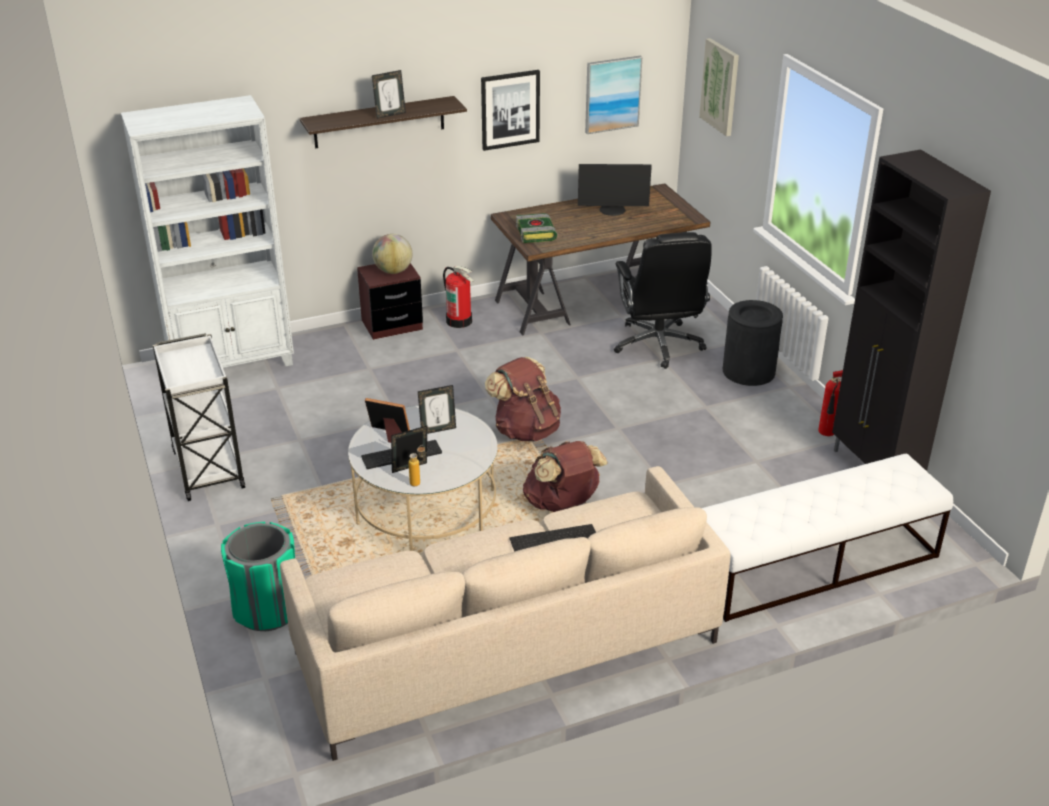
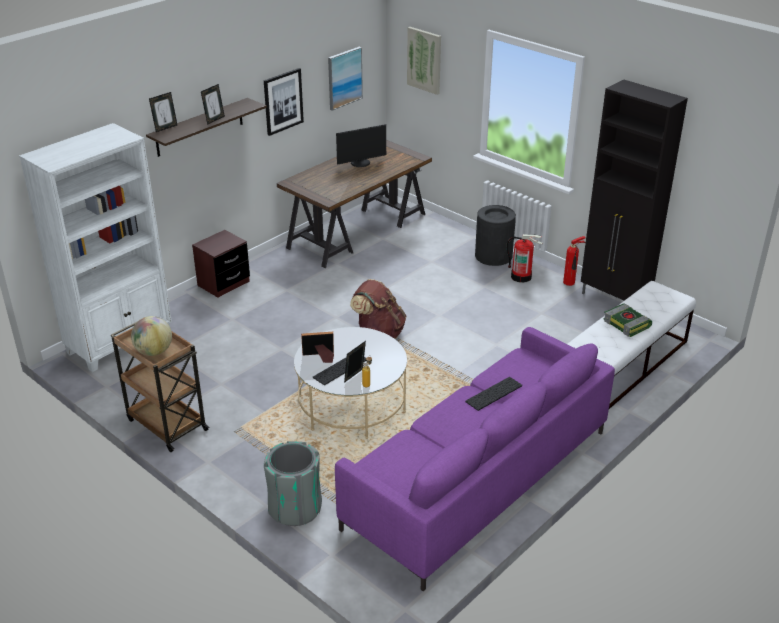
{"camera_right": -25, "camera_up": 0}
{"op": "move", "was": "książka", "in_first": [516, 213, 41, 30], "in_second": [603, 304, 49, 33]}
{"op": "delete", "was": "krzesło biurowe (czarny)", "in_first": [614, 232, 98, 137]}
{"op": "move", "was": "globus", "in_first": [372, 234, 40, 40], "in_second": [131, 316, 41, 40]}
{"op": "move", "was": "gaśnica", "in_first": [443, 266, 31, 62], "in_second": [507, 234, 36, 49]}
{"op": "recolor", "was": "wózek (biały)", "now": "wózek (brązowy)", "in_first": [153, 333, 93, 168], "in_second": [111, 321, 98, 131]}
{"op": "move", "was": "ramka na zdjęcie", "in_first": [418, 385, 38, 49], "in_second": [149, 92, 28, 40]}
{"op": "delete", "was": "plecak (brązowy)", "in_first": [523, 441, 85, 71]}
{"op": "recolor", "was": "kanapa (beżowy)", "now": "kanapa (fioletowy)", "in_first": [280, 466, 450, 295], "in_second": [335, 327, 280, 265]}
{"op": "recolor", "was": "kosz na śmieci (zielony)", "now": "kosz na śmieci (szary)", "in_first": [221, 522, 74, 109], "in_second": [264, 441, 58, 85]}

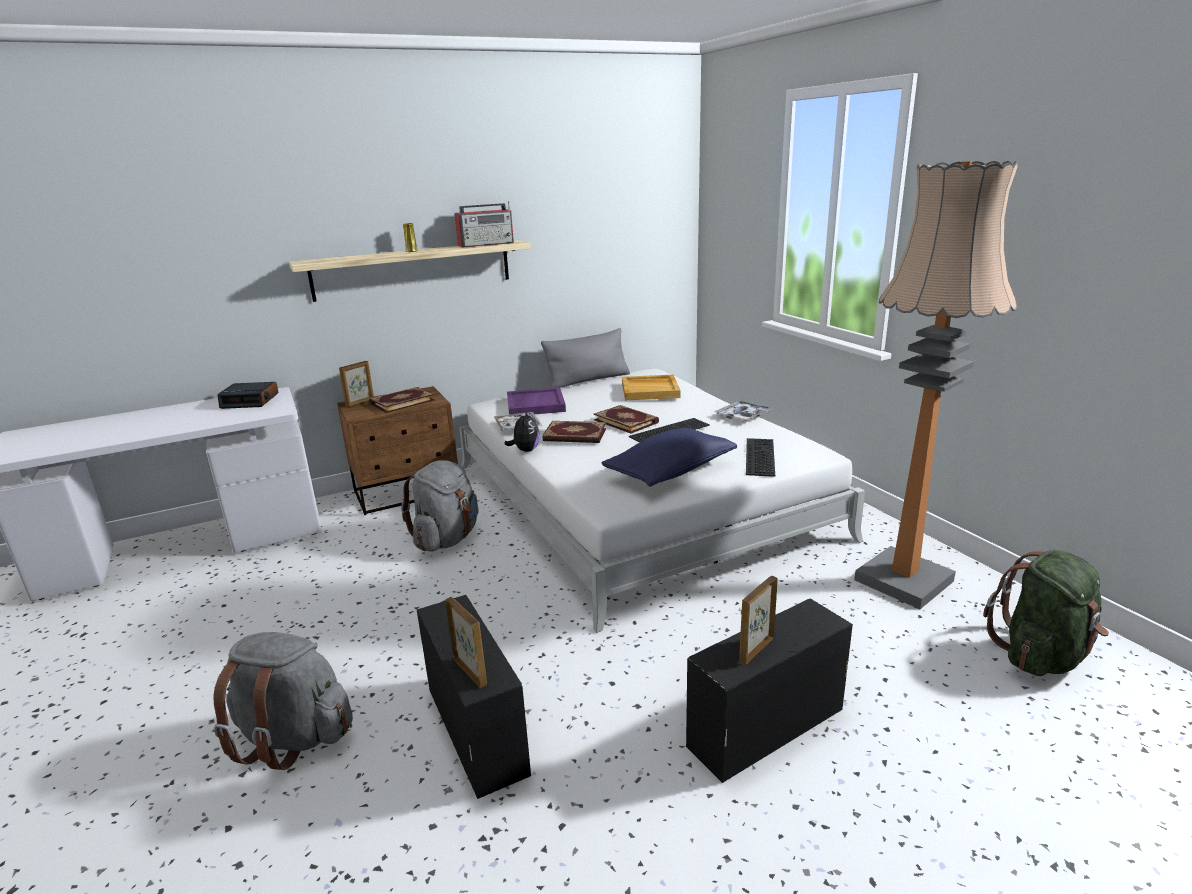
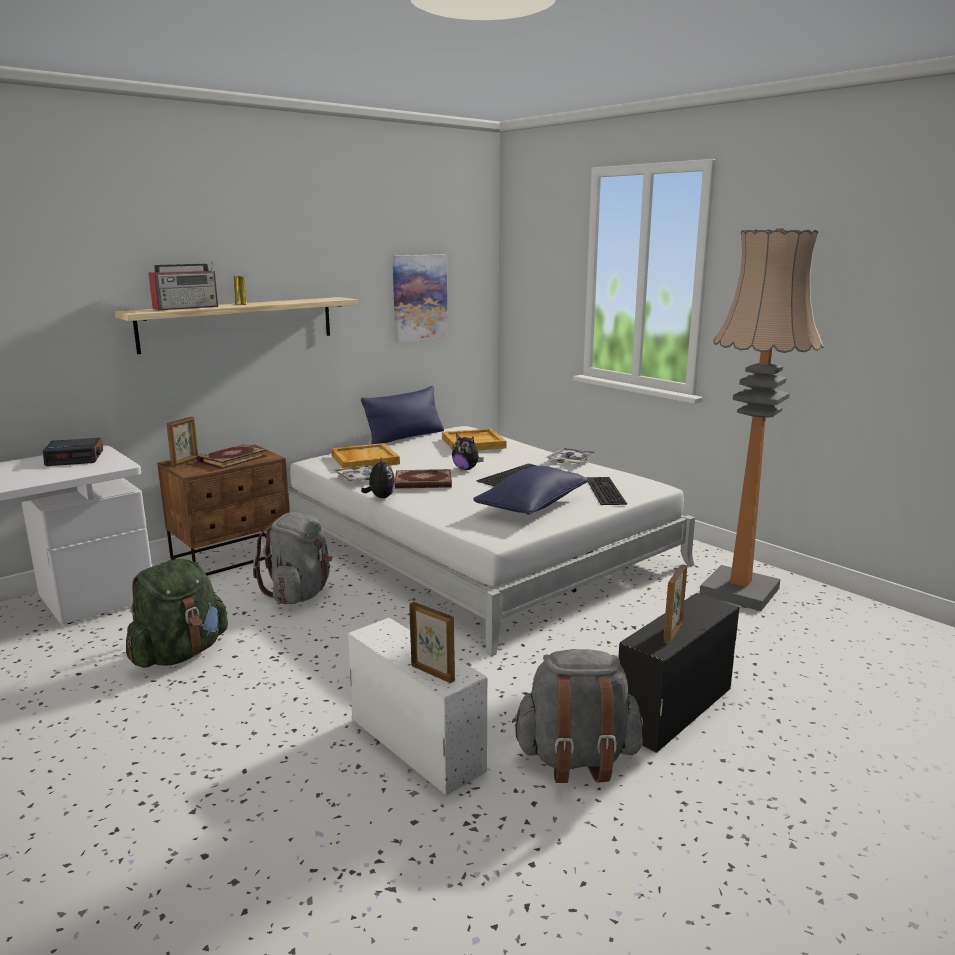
{"camera_right": -15, "camera_up": -5}
{"op": "move", "was": "radio", "in_first": [455, 201, 59, 47], "in_second": [148, 261, 70, 49]}
{"op": "recolor", "was": "poduszka (szary)", "now": "poduszka (niebieski)", "in_first": [541, 328, 89, 60], "in_second": [361, 386, 83, 58]}
{"op": "recolor", "was": "taca (fioletowy)", "now": "taca (beżowy)", "in_first": [507, 387, 59, 29], "in_second": [331, 443, 69, 27]}
{"op": "replace", "was": "książka", "now": "pluszak", "in_first": [594, 405, 65, 29], "in_second": [452, 434, 32, 36]}
{"op": "move", "was": "plecak (zielony)", "in_first": [983, 550, 126, 126], "in_second": [126, 559, 102, 109]}
{"op": "recolor", "was": "pojemnik do przechowywania (czarny)", "now": "pojemnik do przechowywania (biały)", "in_first": [417, 595, 114, 204], "in_second": [348, 618, 139, 177]}
{"op": "move", "was": "plecak (szary)", "in_first": [213, 632, 140, 138], "in_second": [512, 649, 131, 134]}
{"op": "insert", "now": "obraz", "in_second": [392, 254, 56, 89]}

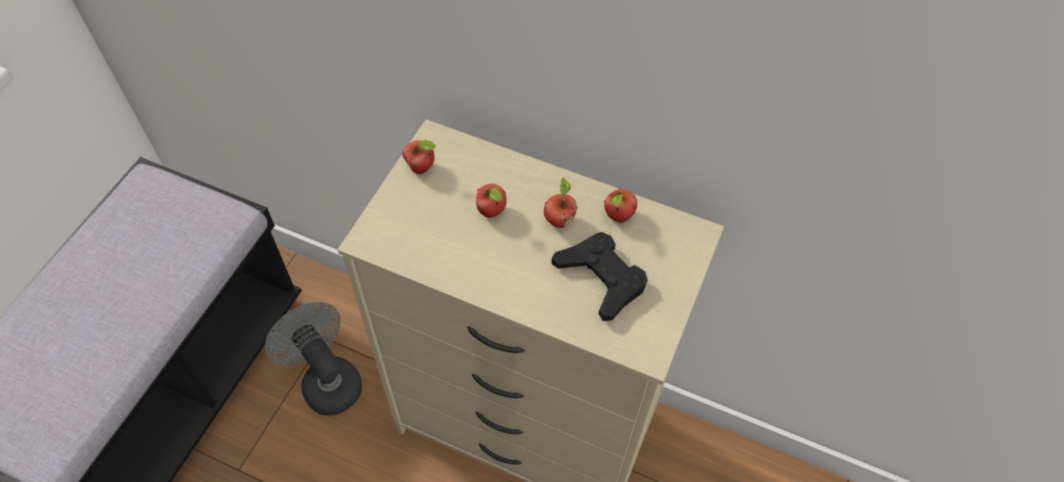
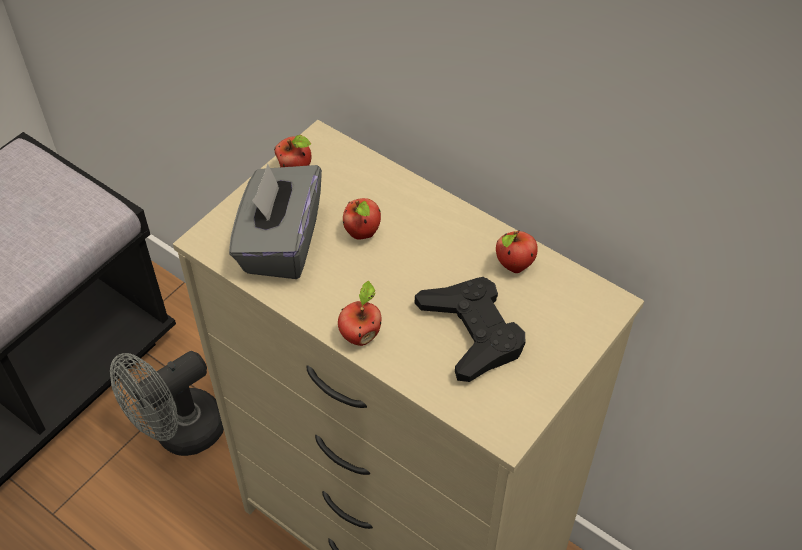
{"camera_right": 15, "camera_up": -5}
{"op": "move", "was": "jabłko", "in_first": [544, 178, 33, 50], "in_second": [338, 281, 43, 65]}
{"op": "rotate", "was": "wentylator (szary)", "in_first": [265, 302, 97, 114], "in_second": [110, 351, 114, 105], "clockwise": -105}
{"op": "insert", "now": "pudełko chusteczek (szary)", "in_second": [229, 164, 93, 115]}

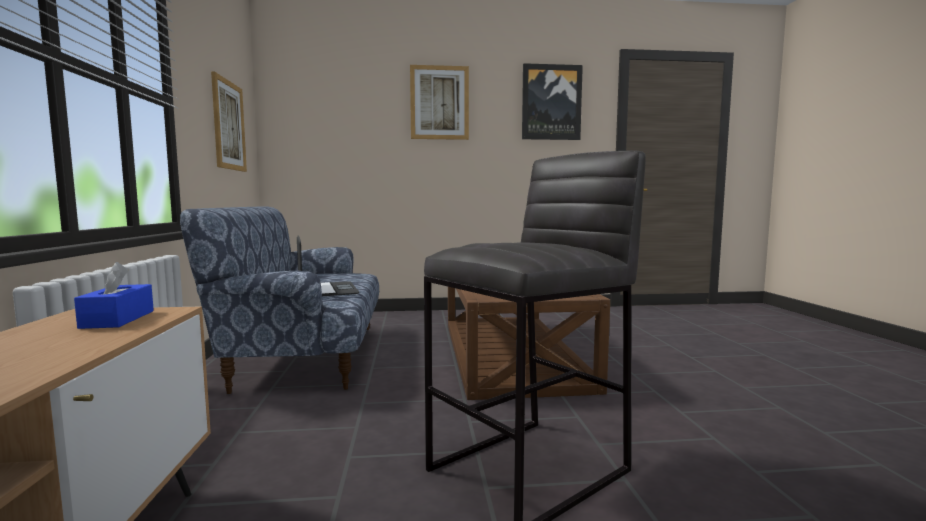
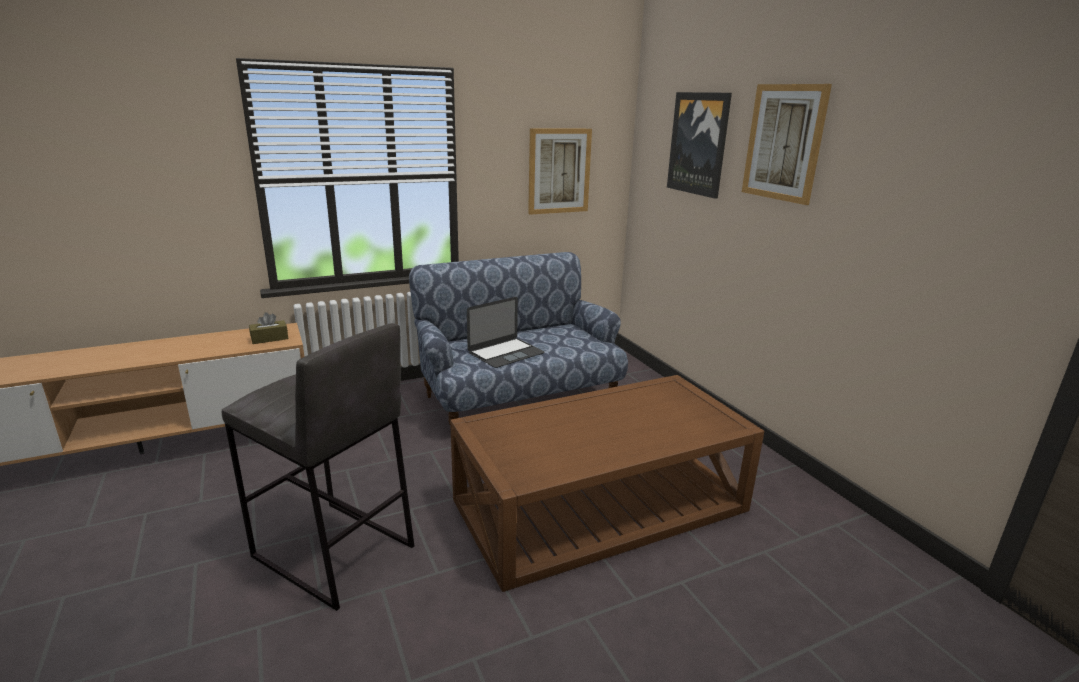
{"camera_right": 70, "camera_up": 15}
{"op": "move", "was": "obraz", "in_first": [522, 63, 61, 77], "in_second": [667, 92, 65, 107]}
{"op": "recolor", "was": "pudełko chusteczek (niebieski)", "now": "pudełko chusteczek (brązowy)", "in_first": [74, 262, 80, 67], "in_second": [249, 312, 39, 32]}

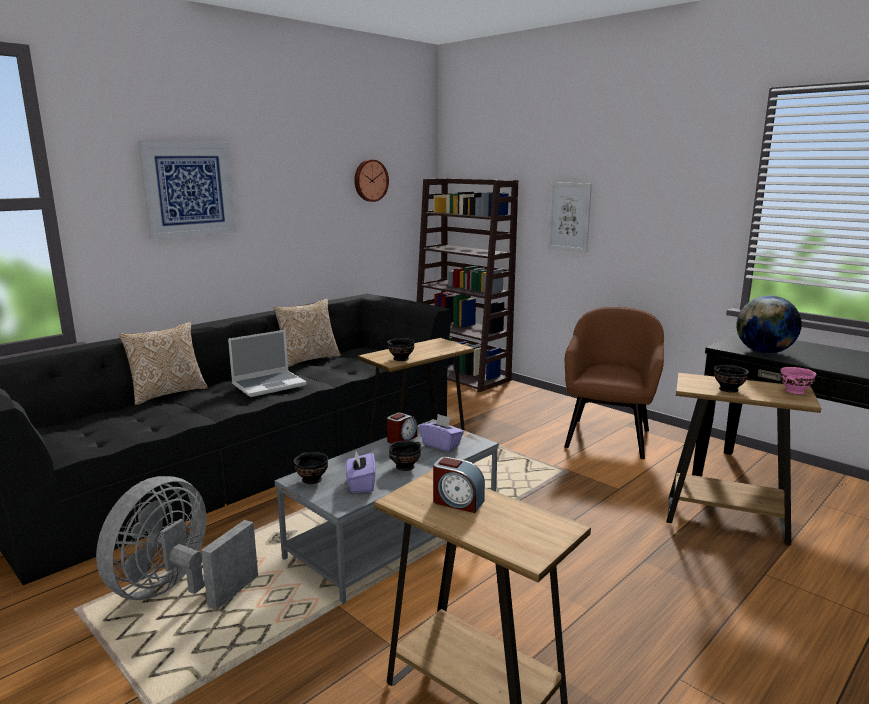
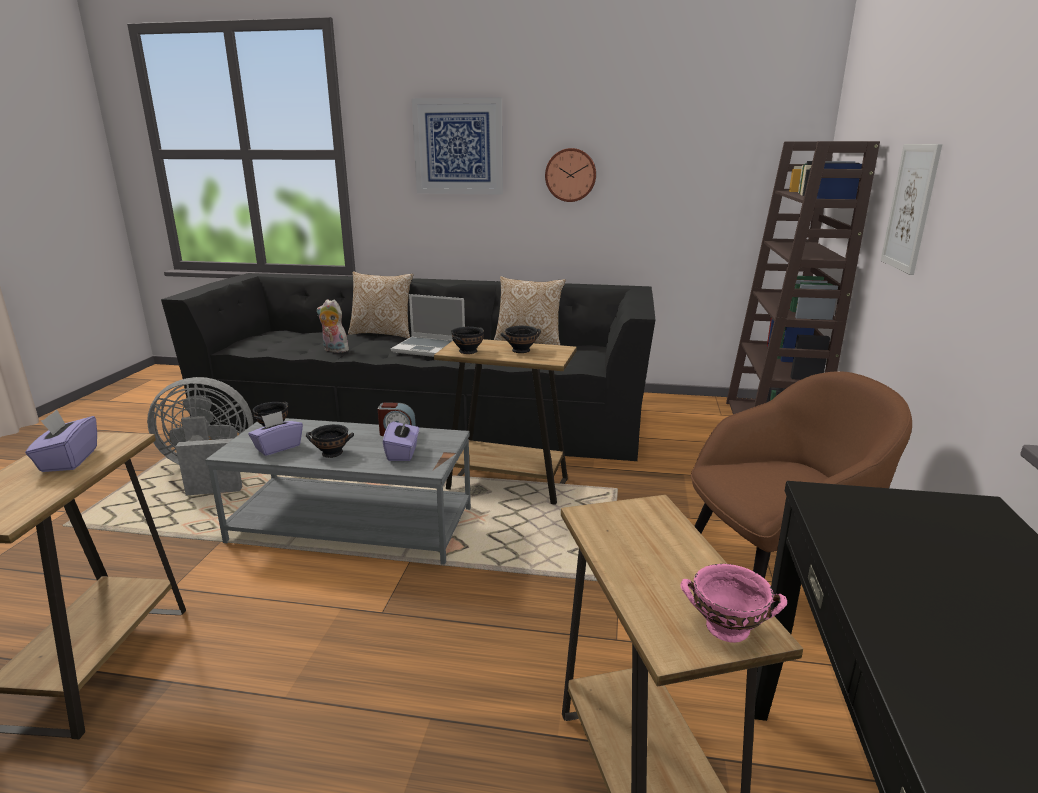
{"camera_right": 55, "camera_up": 5}
{"op": "move", "was": "zegar ścienny", "in_first": [354, 159, 35, 43], "in_second": [545, 148, 51, 54]}
{"op": "delete", "was": "globus", "in_first": [737, 295, 65, 59]}
{"op": "move", "was": "miska (czarny)", "in_first": [714, 365, 35, 28], "in_second": [501, 326, 40, 27]}
{"op": "replace", "was": "budzik", "now": "pudełko chusteczek (fioletowy)", "in_first": [433, 457, 52, 56], "in_second": [25, 410, 72, 62]}
{"op": "insert", "now": "pluszak", "in_second": [317, 299, 32, 54]}

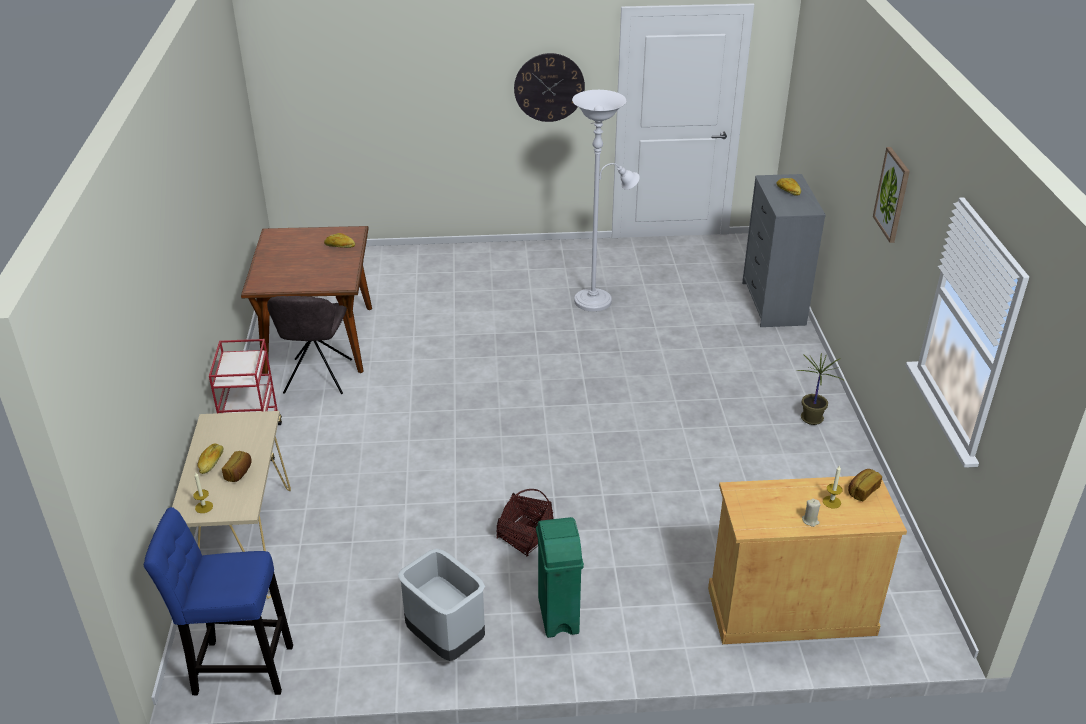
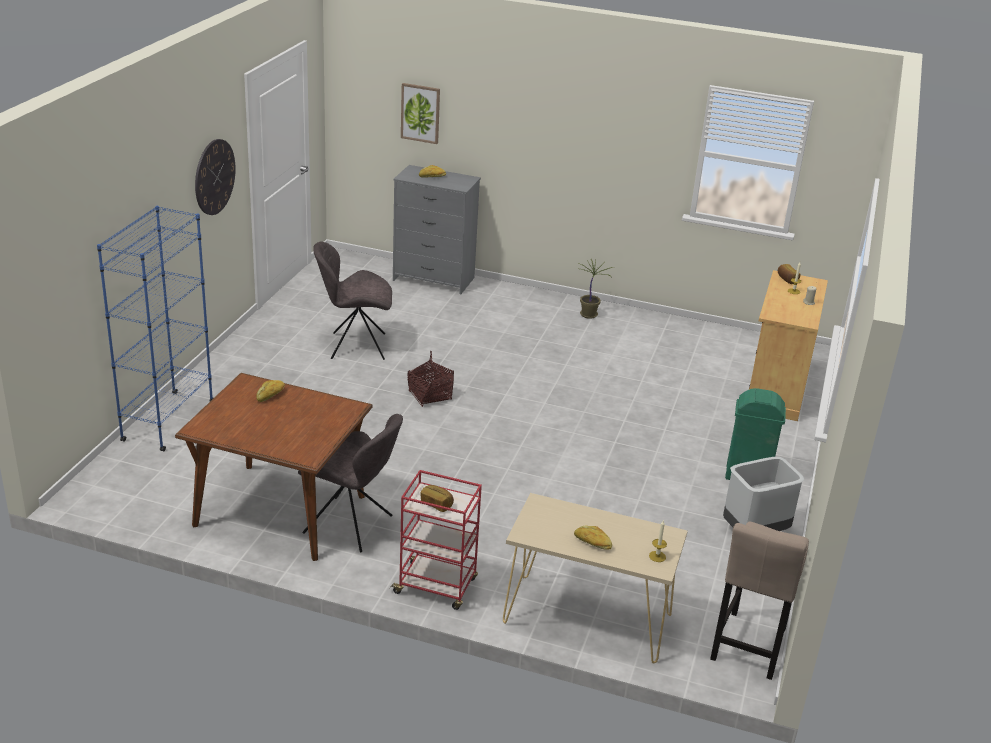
{"camera_right": -70, "camera_up": -5}
{"op": "replace", "was": "lampa stojąca (biały)", "now": "krzesło (szary)", "in_first": [572, 90, 68, 222], "in_second": [313, 241, 79, 119]}
{"op": "move", "was": "obraz", "in_first": [873, 147, 37, 96], "in_second": [401, 83, 39, 61]}
{"op": "move", "was": "chleb", "in_first": [222, 451, 30, 31], "in_second": [420, 485, 34, 27]}
{"op": "move", "was": "koszyk", "in_first": [496, 489, 58, 68], "in_second": [407, 351, 47, 56]}
{"op": "recolor", "was": "stołek (niebieski)", "now": "stołek (beżowy)", "in_first": [144, 507, 149, 188], "in_second": [710, 521, 99, 159]}
{"op": "insert", "now": "regał (niebieski)", "in_second": [97, 206, 116, 245]}

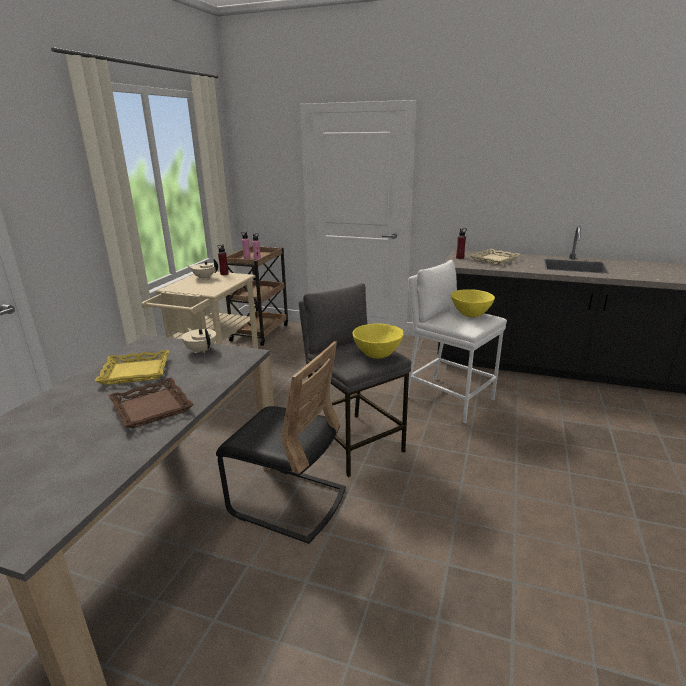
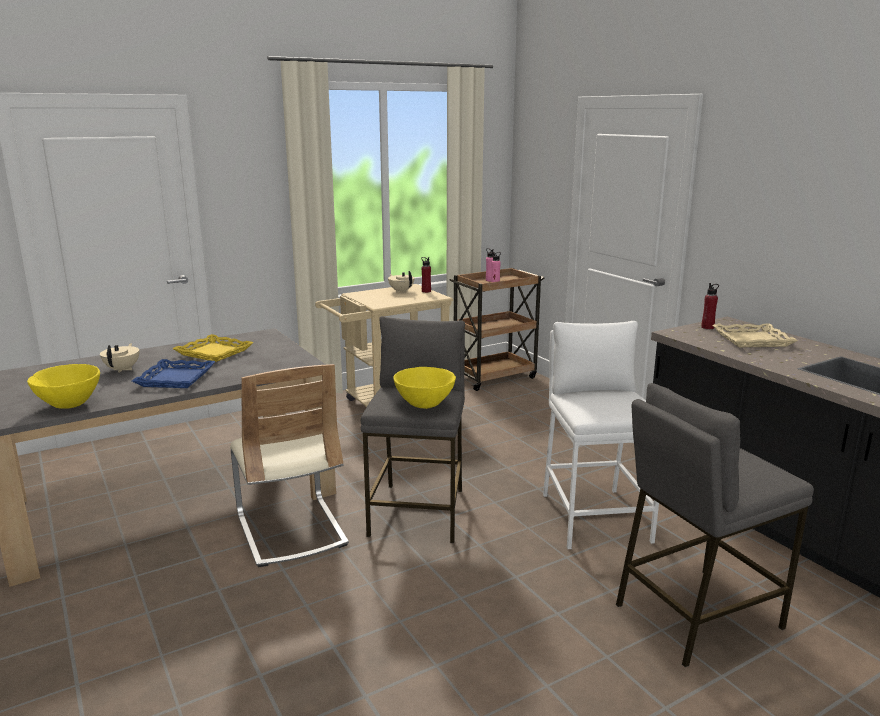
{"camera_right": 40, "camera_up": -5}
{"op": "move", "was": "miska (żółty)", "in_first": [451, 289, 44, 28], "in_second": [27, 364, 73, 45]}
{"op": "move", "was": "imbryk (beżowy)", "in_first": [182, 328, 34, 26], "in_second": [100, 343, 39, 30]}
{"op": "recolor", "was": "krzesło (czarny)", "now": "krzesło (beżowy)", "in_first": [216, 341, 130, 203], "in_second": [230, 364, 119, 203]}
{"op": "recolor", "was": "taca (brązowy)", "now": "taca (niebieski)", "in_first": [108, 378, 86, 50], "in_second": [132, 359, 83, 29]}
{"op": "insert", "now": "stołek (szary)", "in_second": [616, 383, 198, 284]}

